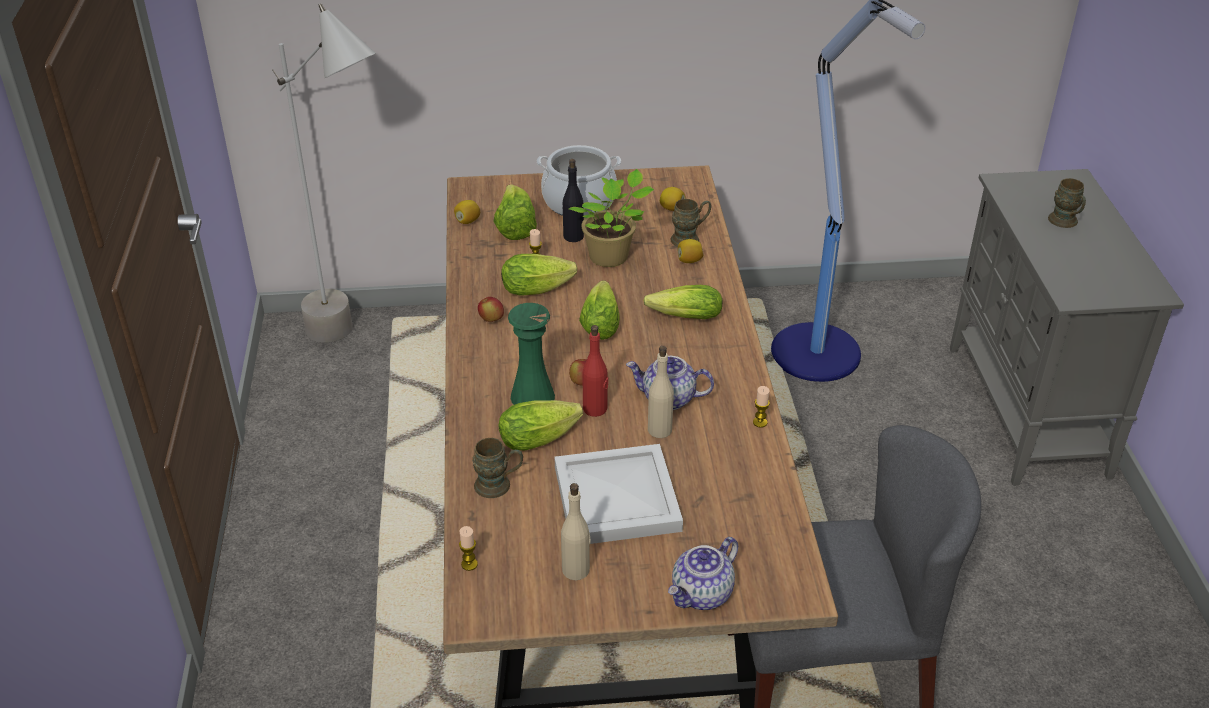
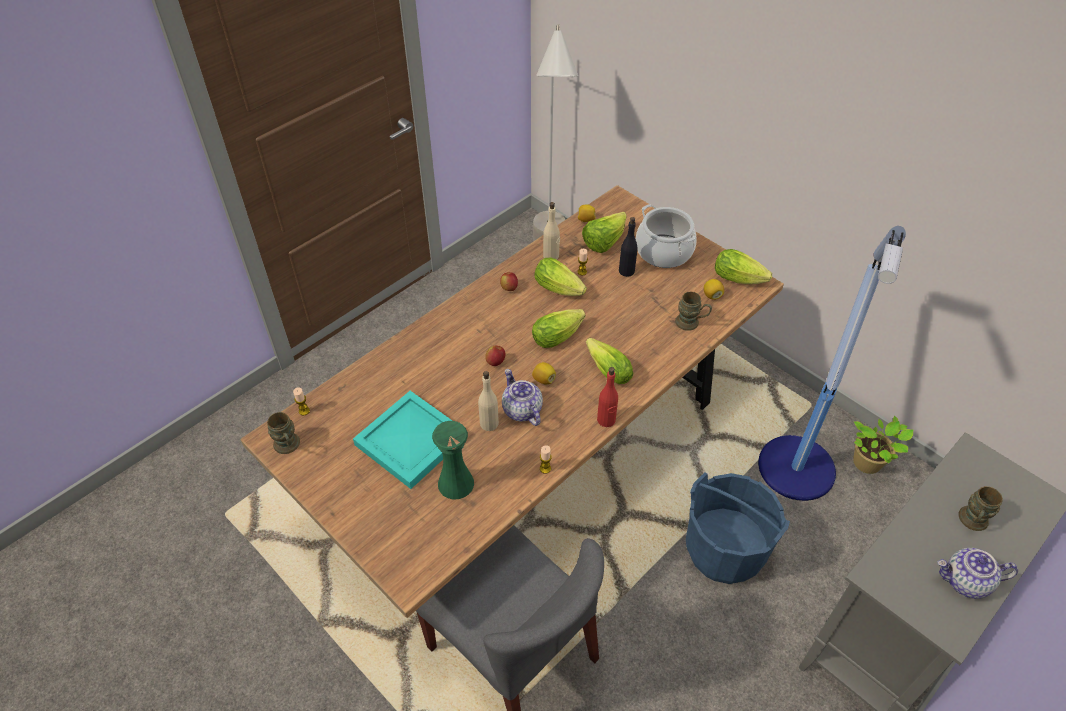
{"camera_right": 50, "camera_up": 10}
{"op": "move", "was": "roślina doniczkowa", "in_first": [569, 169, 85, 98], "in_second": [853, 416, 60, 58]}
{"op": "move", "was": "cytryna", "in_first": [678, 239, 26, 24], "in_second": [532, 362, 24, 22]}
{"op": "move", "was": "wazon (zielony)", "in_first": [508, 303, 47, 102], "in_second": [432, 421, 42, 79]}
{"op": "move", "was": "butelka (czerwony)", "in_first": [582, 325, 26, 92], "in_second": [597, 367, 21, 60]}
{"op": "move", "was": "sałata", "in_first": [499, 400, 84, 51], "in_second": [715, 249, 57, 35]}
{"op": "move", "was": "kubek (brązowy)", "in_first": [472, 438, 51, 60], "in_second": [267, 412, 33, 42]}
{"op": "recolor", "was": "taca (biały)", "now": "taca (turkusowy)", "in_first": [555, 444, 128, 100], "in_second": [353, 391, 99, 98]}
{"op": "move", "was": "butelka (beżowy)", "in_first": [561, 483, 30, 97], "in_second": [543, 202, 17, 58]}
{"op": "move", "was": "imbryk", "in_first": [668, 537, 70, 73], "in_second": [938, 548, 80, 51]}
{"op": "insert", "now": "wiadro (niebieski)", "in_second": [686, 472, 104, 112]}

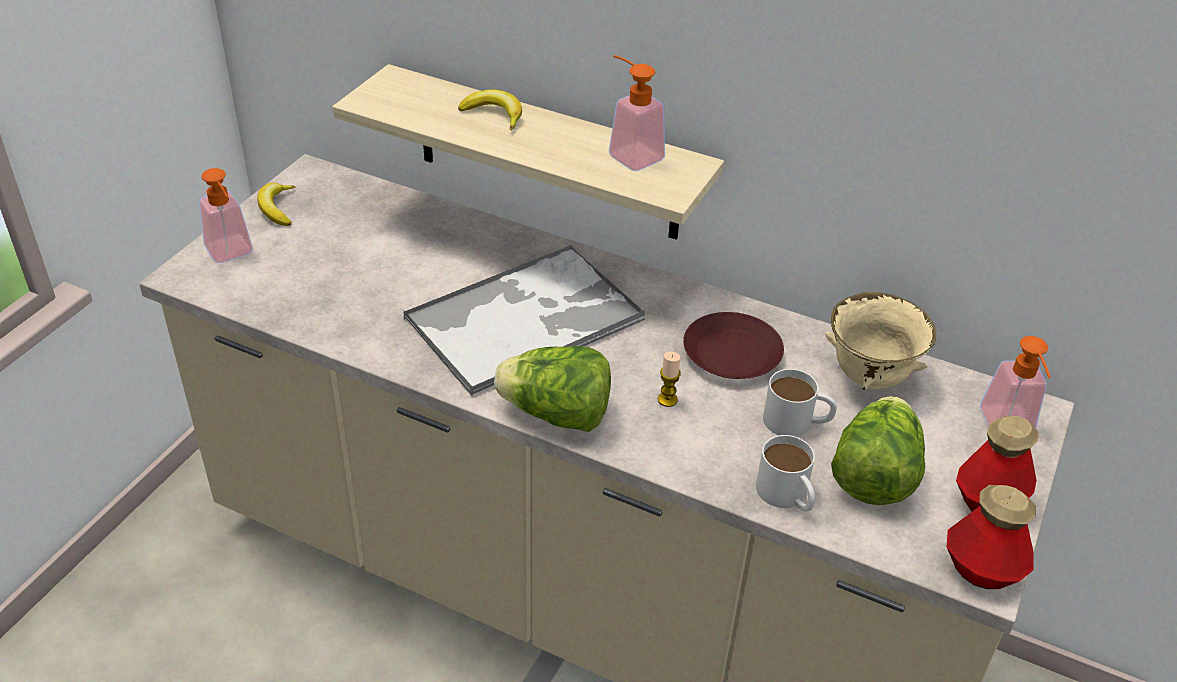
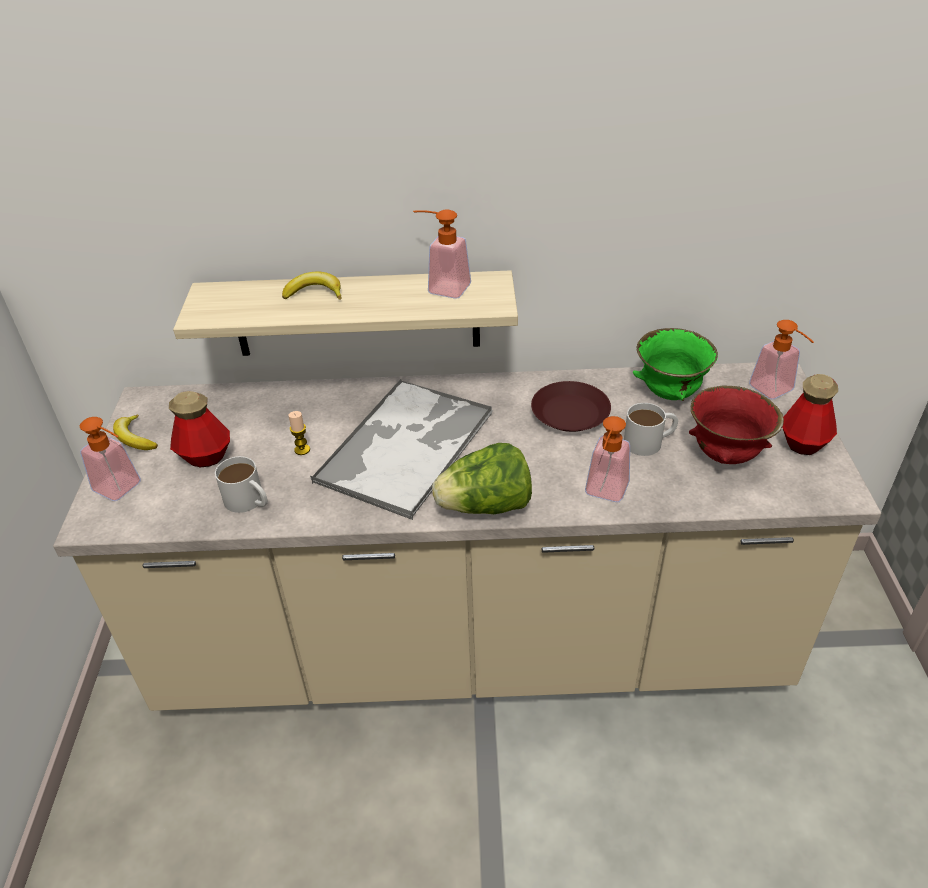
{"camera_right": -25, "camera_up": 0}
{"op": "recolor", "was": "miska (beżowy)", "now": "miska (zielony)", "in_first": [825, 292, 112, 98], "in_second": [633, 328, 85, 73]}
{"op": "move", "was": "świeca", "in_first": [658, 351, 23, 56], "in_second": [288, 411, 22, 44]}
{"op": "replace", "was": "sałata", "now": "miska (czerwony)", "in_first": [831, 396, 94, 109], "in_second": [689, 386, 95, 78]}
{"op": "move", "was": "kubek (biały)", "in_first": [756, 435, 59, 77], "in_second": [215, 456, 53, 57]}
{"op": "move", "was": "butelka", "in_first": [947, 485, 89, 104], "in_second": [169, 391, 61, 77]}
{"op": "insert", "now": "dozownik mydła", "in_second": [585, 416, 45, 86]}

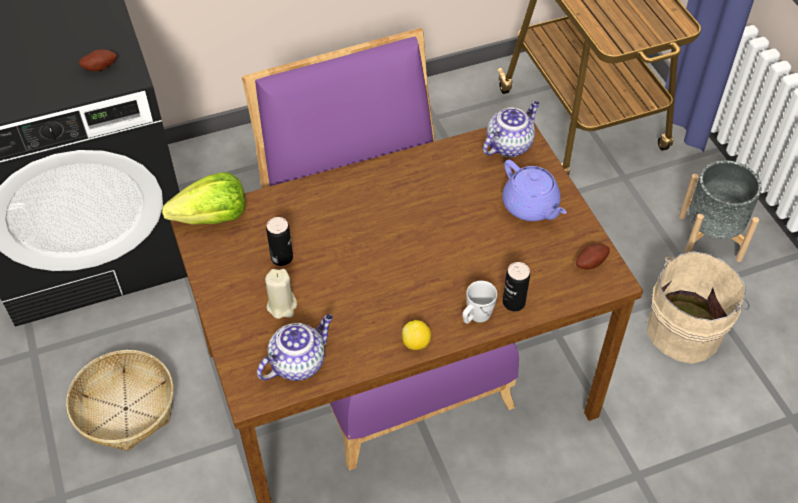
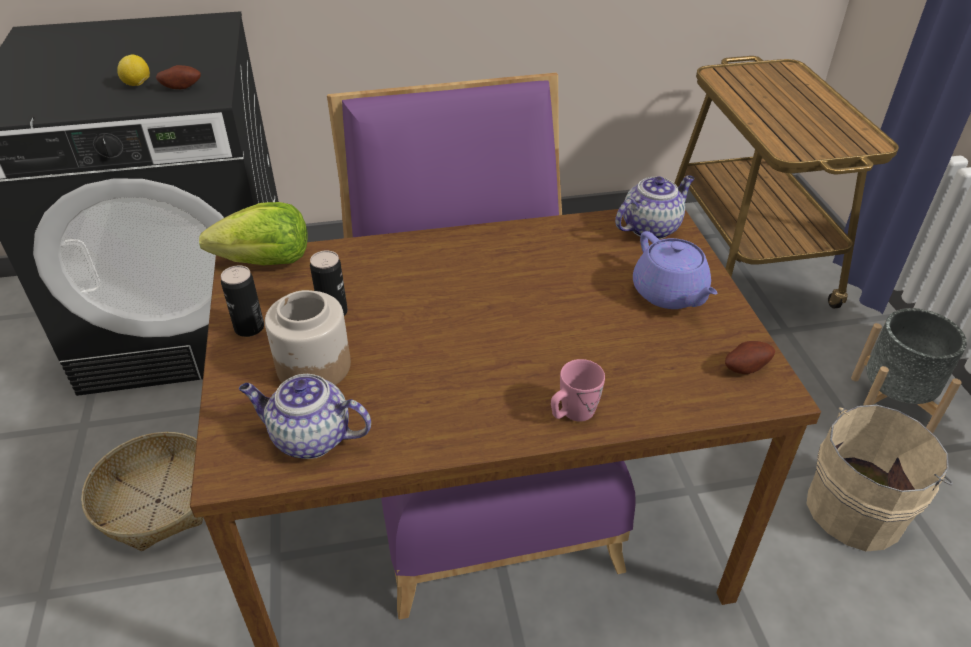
{"camera_right": 10, "camera_up": -10}
{"op": "move", "was": "puszka", "in_first": [503, 262, 27, 49], "in_second": [221, 265, 43, 72]}
{"op": "replace", "was": "świeca (beżowy)", "now": "słoik", "in_first": [265, 269, 32, 50], "in_second": [265, 290, 86, 95]}
{"op": "recolor", "was": "kubek (biały)", "now": "kubek (różowy)", "in_first": [462, 281, 35, 43], "in_second": [551, 359, 54, 63]}
{"op": "rotate", "was": "imbryk", "in_first": [257, 314, 76, 67], "in_second": [239, 374, 132, 85], "clockwise": -135}
{"op": "move", "was": "cytryna", "in_first": [402, 320, 29, 30], "in_second": [117, 55, 33, 31]}

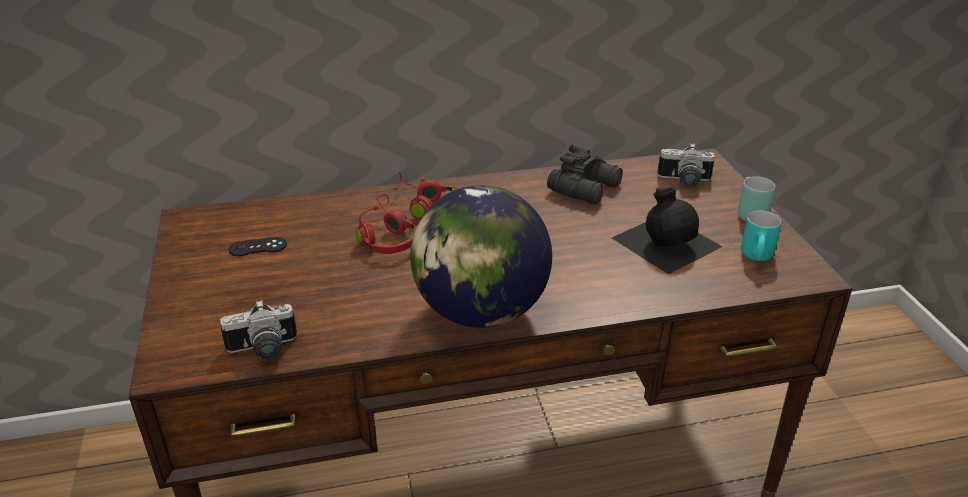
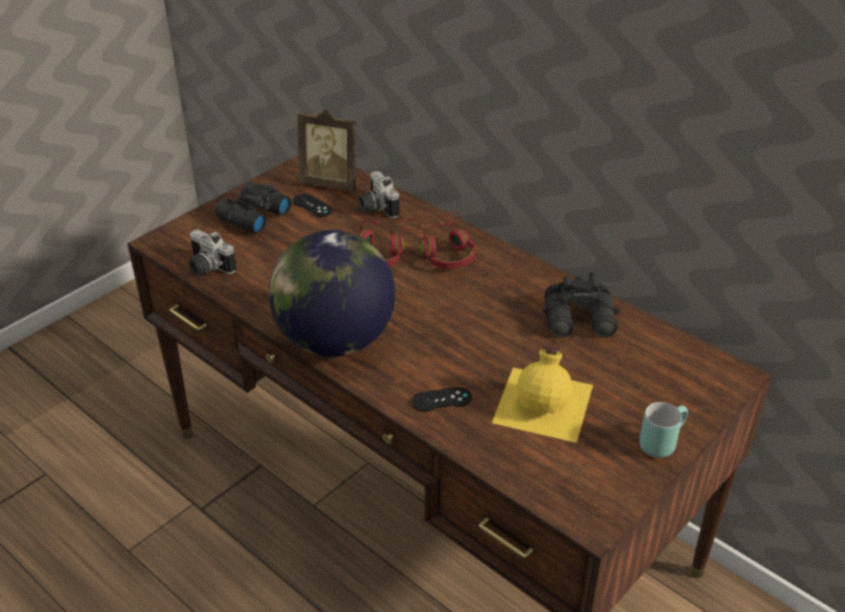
{"camera_right": 55, "camera_up": 5}
{"op": "move", "was": "aparat fotograficzny", "in_first": [657, 143, 58, 44], "in_second": [359, 171, 41, 47]}
{"op": "recolor", "was": "butelka (czarny)", "now": "butelka (żółty)", "in_first": [612, 185, 111, 89], "in_second": [492, 345, 101, 98]}
{"op": "delete", "was": "kubek (turkusowy)", "in_first": [741, 211, 40, 50]}
{"op": "insert", "now": "ramka na zdjęcie", "in_second": [297, 109, 60, 82]}
{"op": "insert", "now": "lornetka (czarny)", "in_second": [215, 182, 76, 52]}
{"op": "insert", "now": "pad do gier (czarny)", "in_second": [412, 387, 60, 25]}

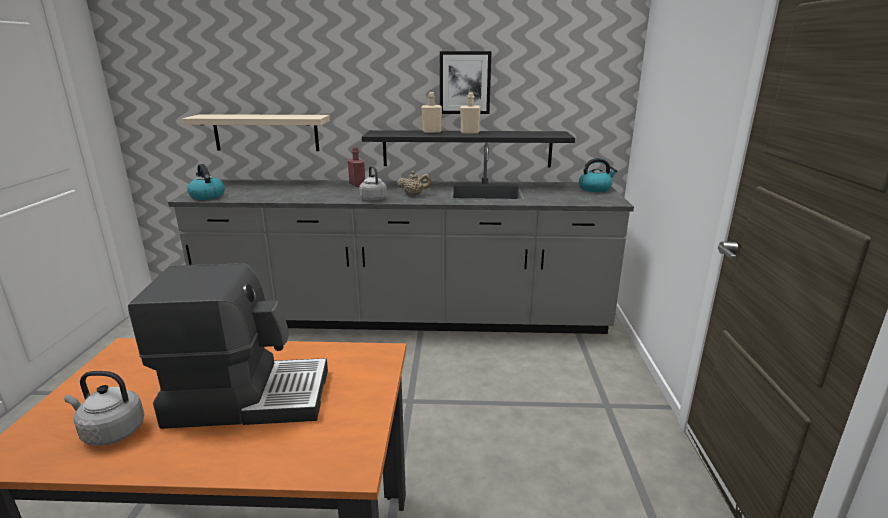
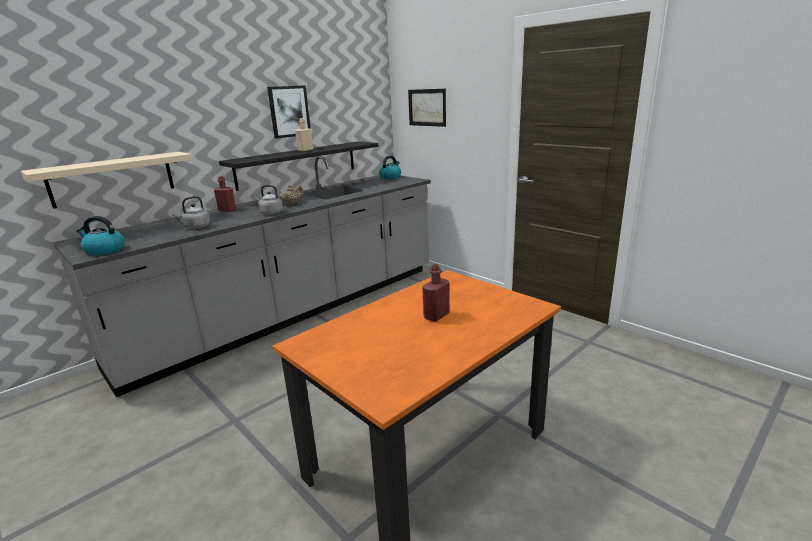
{"camera_right": -45, "camera_up": 0}
{"op": "delete", "was": "butelka (beżowy)", "in_first": [421, 92, 21, 41]}
{"op": "replace", "was": "ekspres do kawy", "now": "butelka (czerwony)", "in_first": [128, 263, 200, 166], "in_second": [422, 264, 27, 58]}
{"op": "move", "was": "czajnik (szary)", "in_first": [64, 371, 80, 75], "in_second": [173, 196, 37, 33]}
{"op": "insert", "now": "obraz", "in_second": [408, 89, 38, 38]}

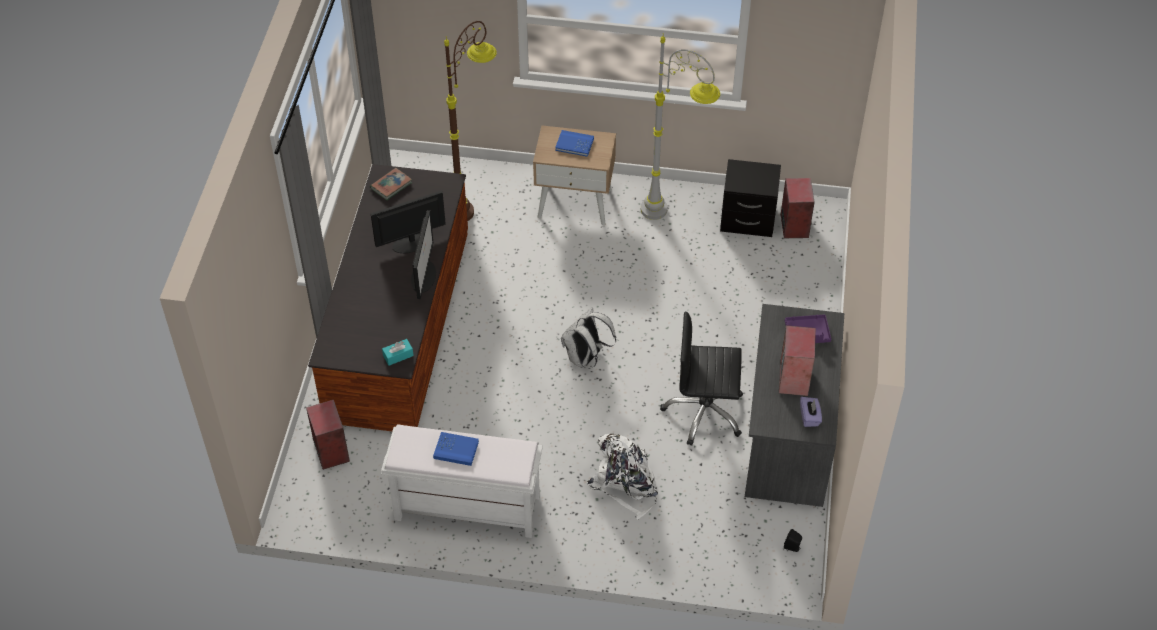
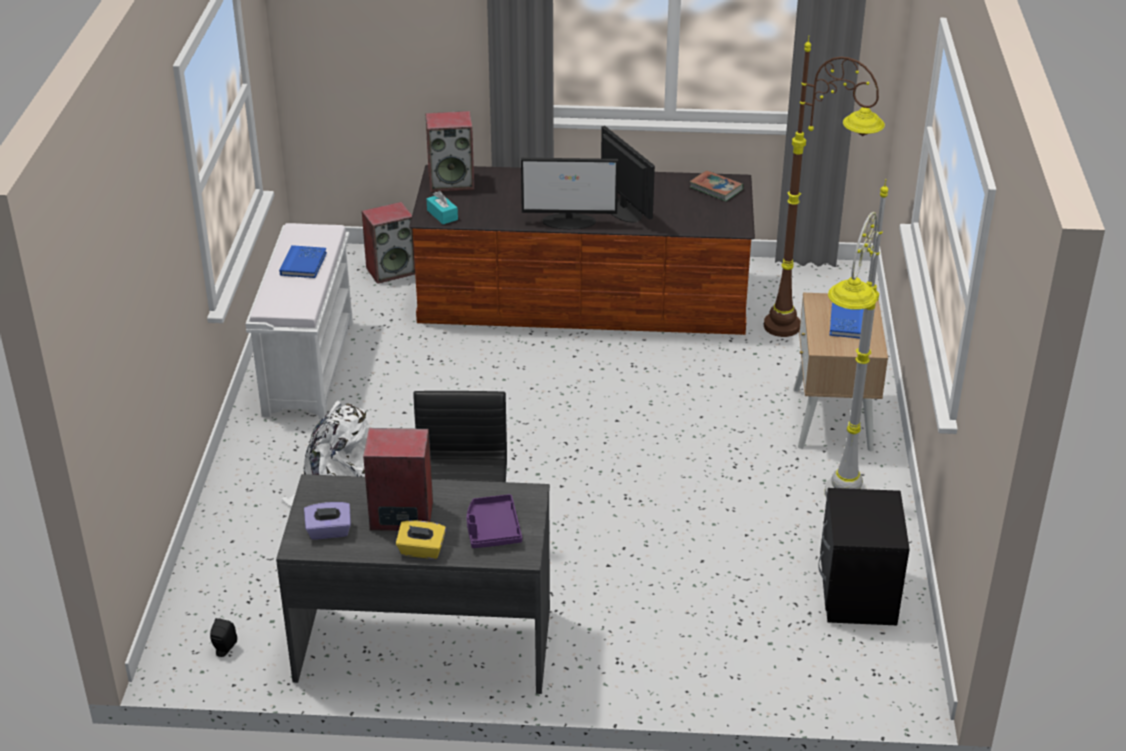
{"camera_right": 85, "camera_up": -15}
{"op": "move", "was": "głośnik", "in_first": [781, 178, 34, 60], "in_second": [425, 111, 49, 81]}
{"op": "delete", "was": "plecak (biały)", "in_first": [561, 307, 55, 62]}
{"op": "insert", "now": "pudełko chusteczek (żółty)", "in_second": [396, 520, 50, 39]}

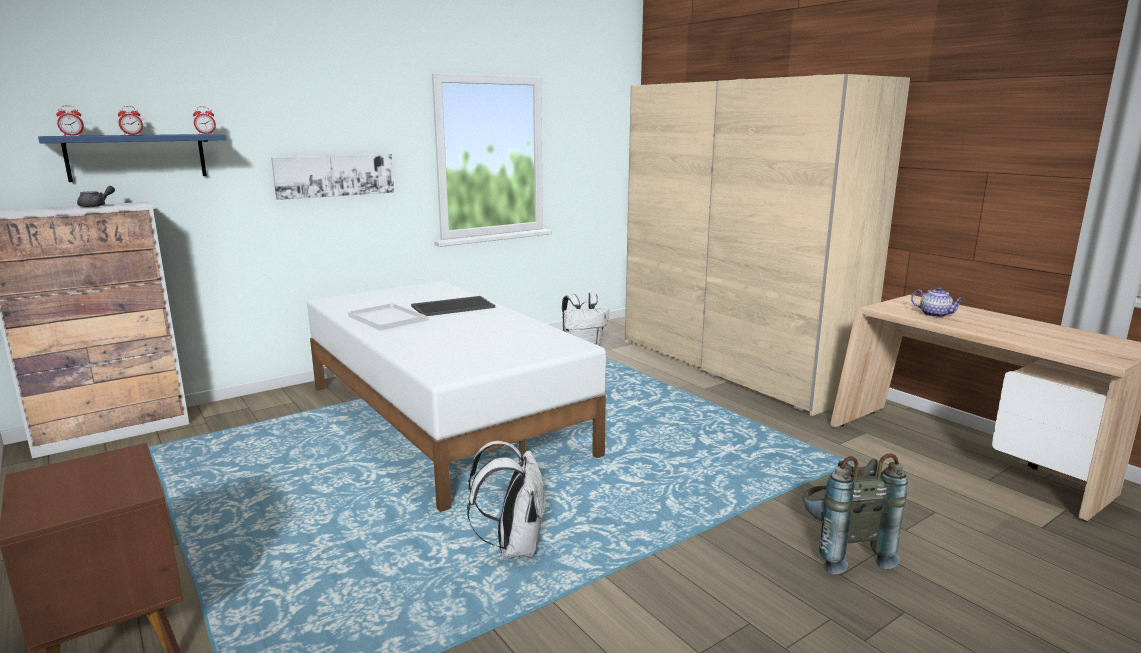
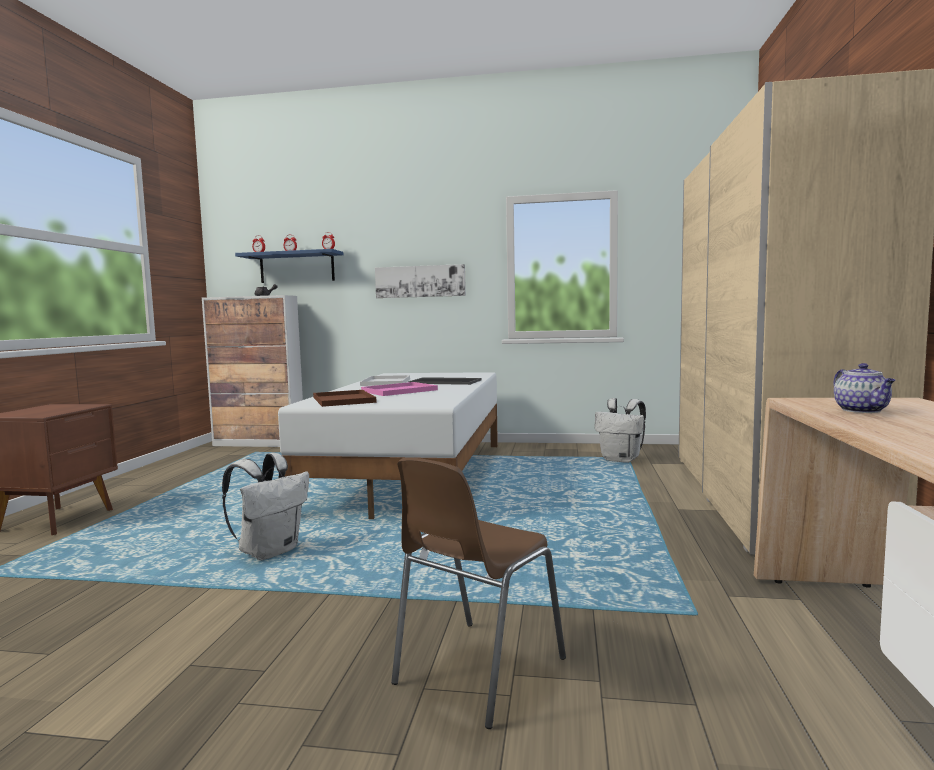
{"camera_right": 45, "camera_up": -10}
{"op": "replace", "was": "plecak (szary)", "now": "krzesło (brązowy)", "in_first": [803, 453, 105, 121], "in_second": [391, 458, 175, 271]}
{"op": "insert", "now": "taca (różowy)", "in_second": [361, 382, 77, 14]}
{"op": "insert", "now": "taca (brązowy)", "in_second": [313, 390, 64, 17]}

